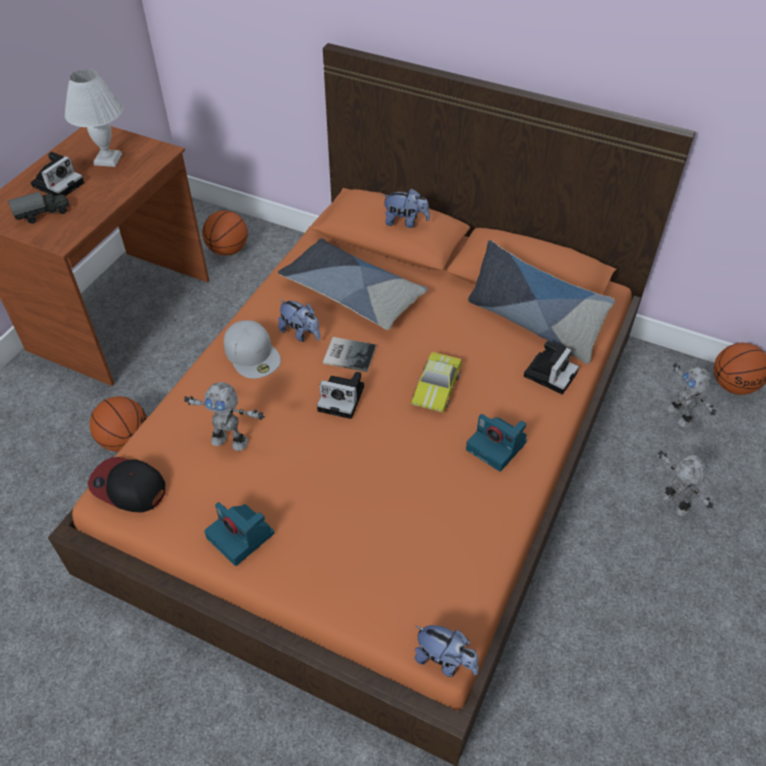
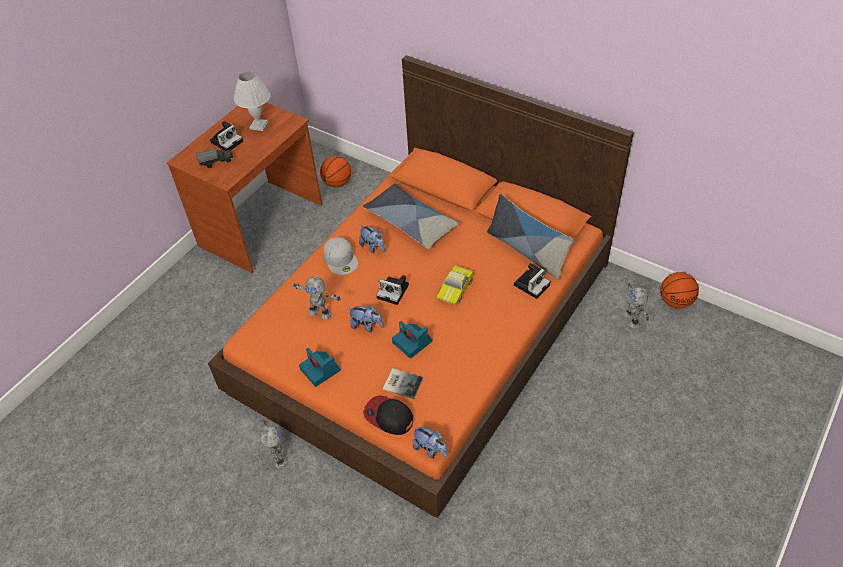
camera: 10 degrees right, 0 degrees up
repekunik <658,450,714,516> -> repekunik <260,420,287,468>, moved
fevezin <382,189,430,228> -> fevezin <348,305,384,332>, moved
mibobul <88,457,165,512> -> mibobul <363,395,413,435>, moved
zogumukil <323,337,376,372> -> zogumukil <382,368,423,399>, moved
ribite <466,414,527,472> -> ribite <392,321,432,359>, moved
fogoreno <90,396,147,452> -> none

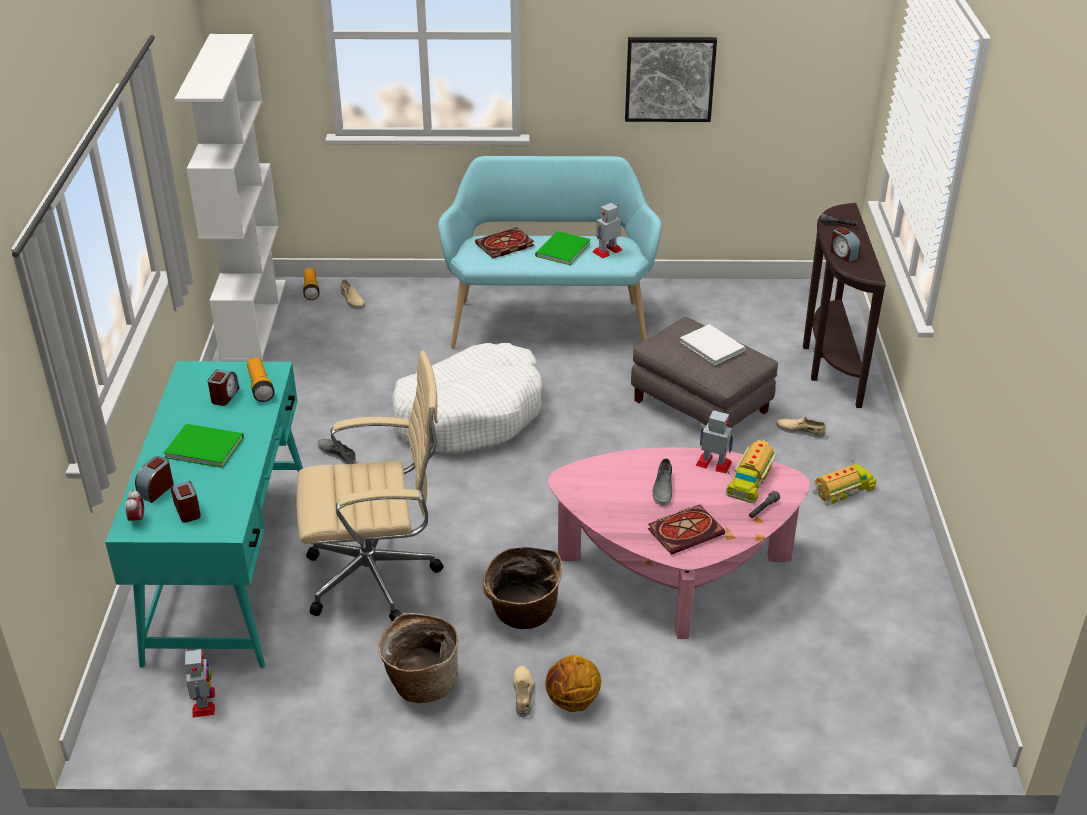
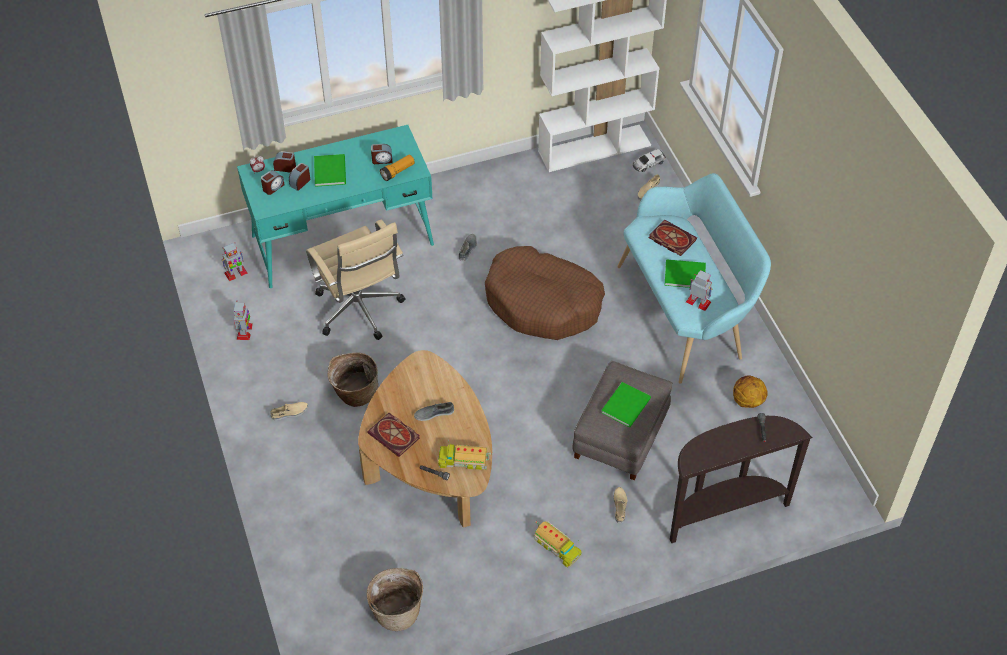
camera: 70 degrees right, 15 degrees up
repekunik <695,410,734,473> -> repekunik <234,301,253,340>, moved
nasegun <830,227,860,262> -> nasegun <289,163,310,191>, moved
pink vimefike <548,447,810,639> -> brown vimefike <358,350,492,528>
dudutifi <378,613,458,703> -> dudutifi <367,568,423,631>, moved
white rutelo <392,343,542,454> -> brown rutelo <485,246,605,340>
white zogumukil <680,324,746,365> -> green zogumukil <601,382,651,427>
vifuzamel <303,268,319,300> -> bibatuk <633,149,666,172>
fogoreno <545,655,601,712> -> fogoreno <733,375,768,408>, moved
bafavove <625,37,717,122> -> none

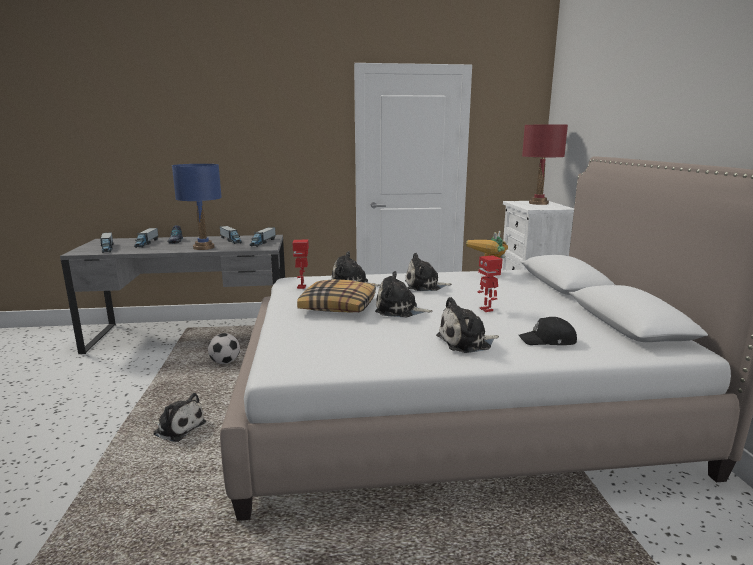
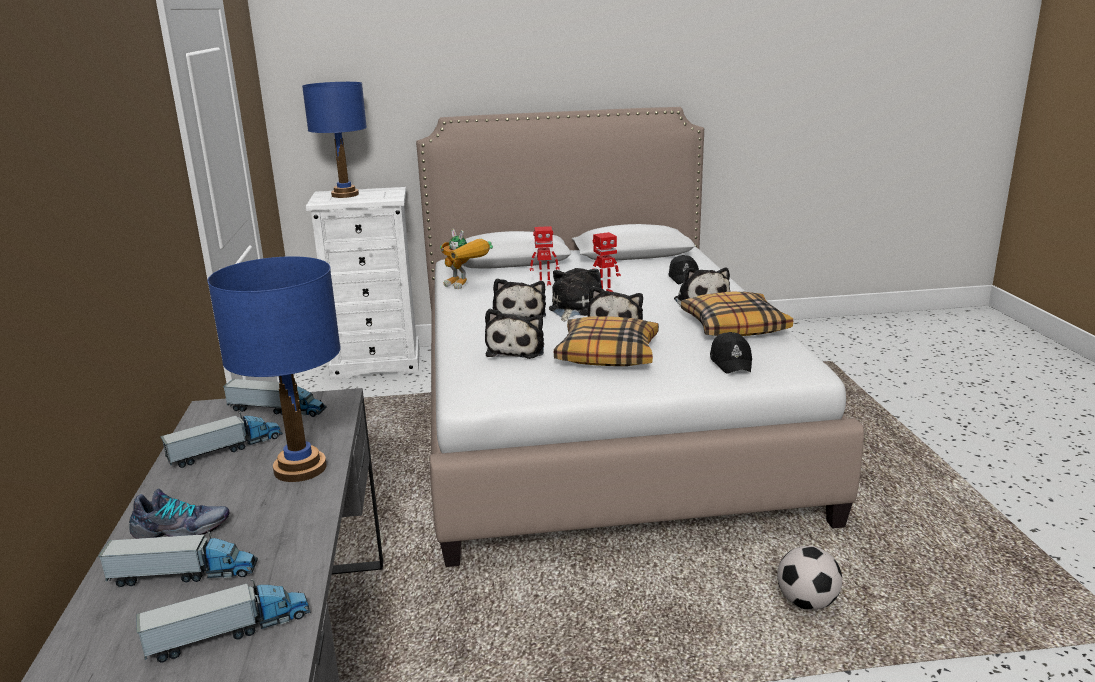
camera: 90 degrees left, 5 degrees up
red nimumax <522,124,568,205> -> blue nimumax <302,82,367,198>
repekunik <293,240,309,289> -> repekunik <530,226,560,285>, moved
fevezin <153,393,206,442> -> fevezin <549,268,602,321>, moved
none -> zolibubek <681,291,793,336>
none -> black mibobul <710,332,752,374>
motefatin <208,333,240,364> -> motefatin <777,546,842,610>, moved

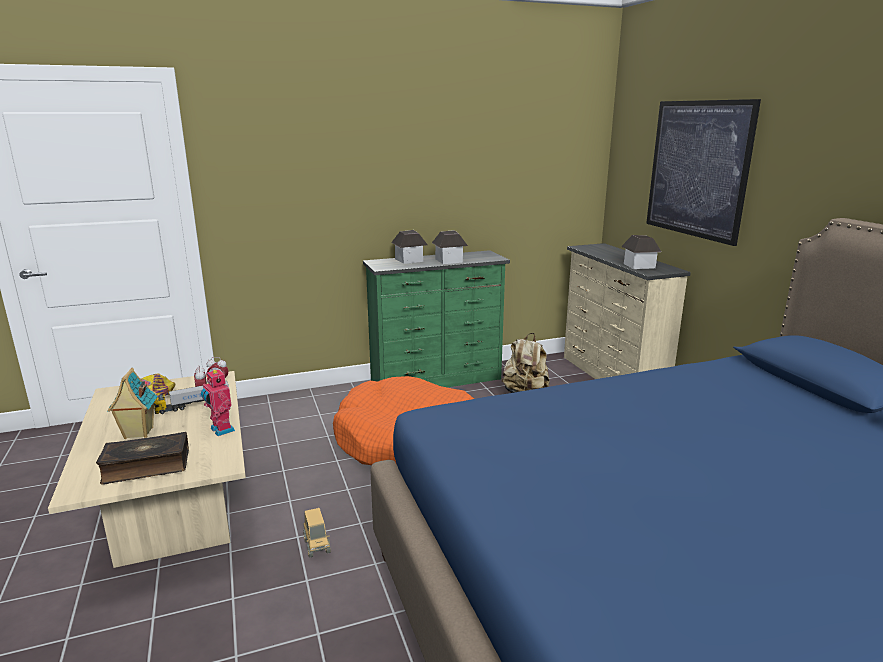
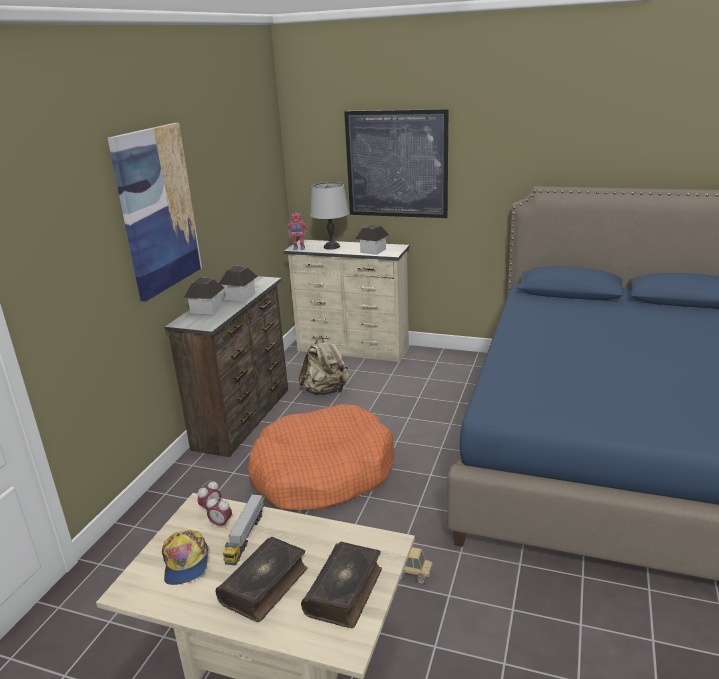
camera: 50 degrees left, 5 degrees up
none -> bafavove <108,123,202,302>
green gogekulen <363,250,510,387> -> brown gogekulen <165,276,288,457>
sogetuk <108,368,158,439> -> zogumukil <216,537,308,622>
repekunik <201,368,235,436> -> repekunik <288,213,307,250>, moved
none -> grey nimumax <310,182,349,250>

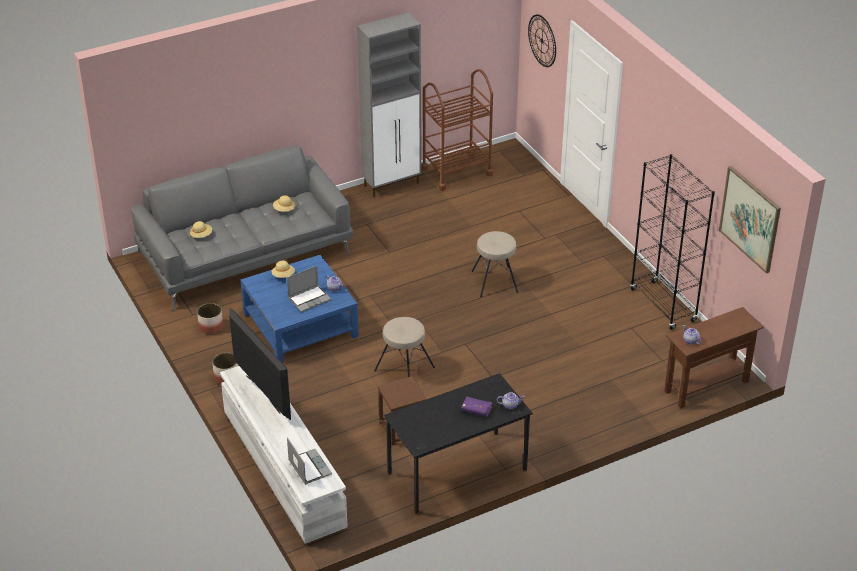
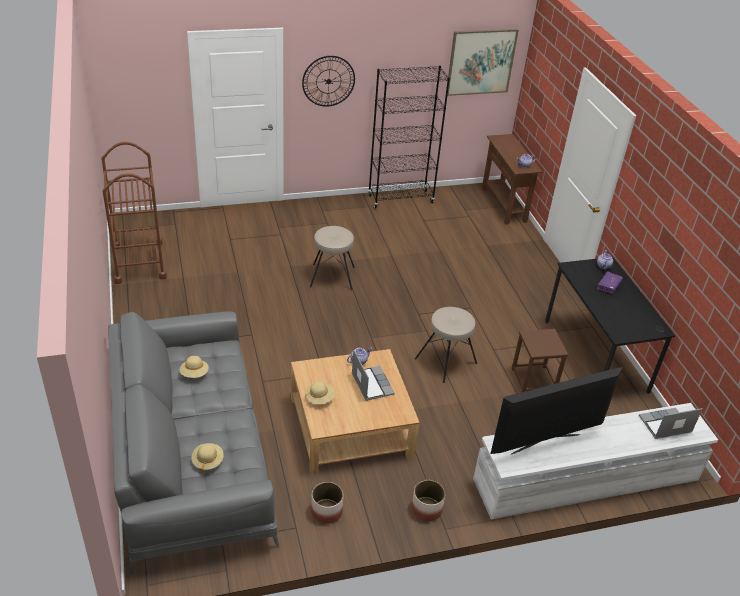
camera: 80 degrees left, 0 degrees up
blue vimefike <240,255,359,363> -> beige vimefike <291,349,420,475>
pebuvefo <528,14,556,67> -> pebuvefo <302,56,355,107>, moved
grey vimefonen <357,12,421,197> -> none

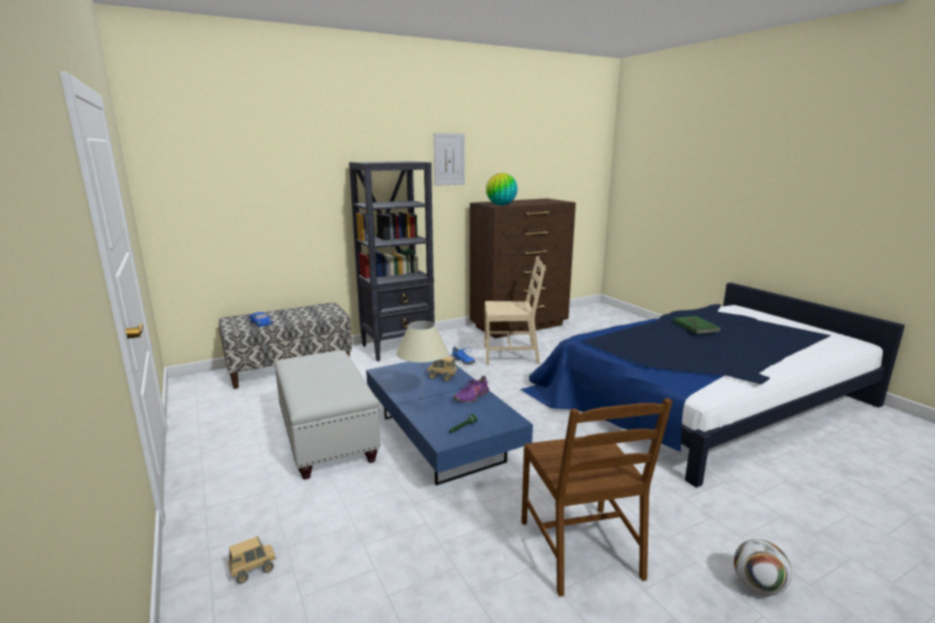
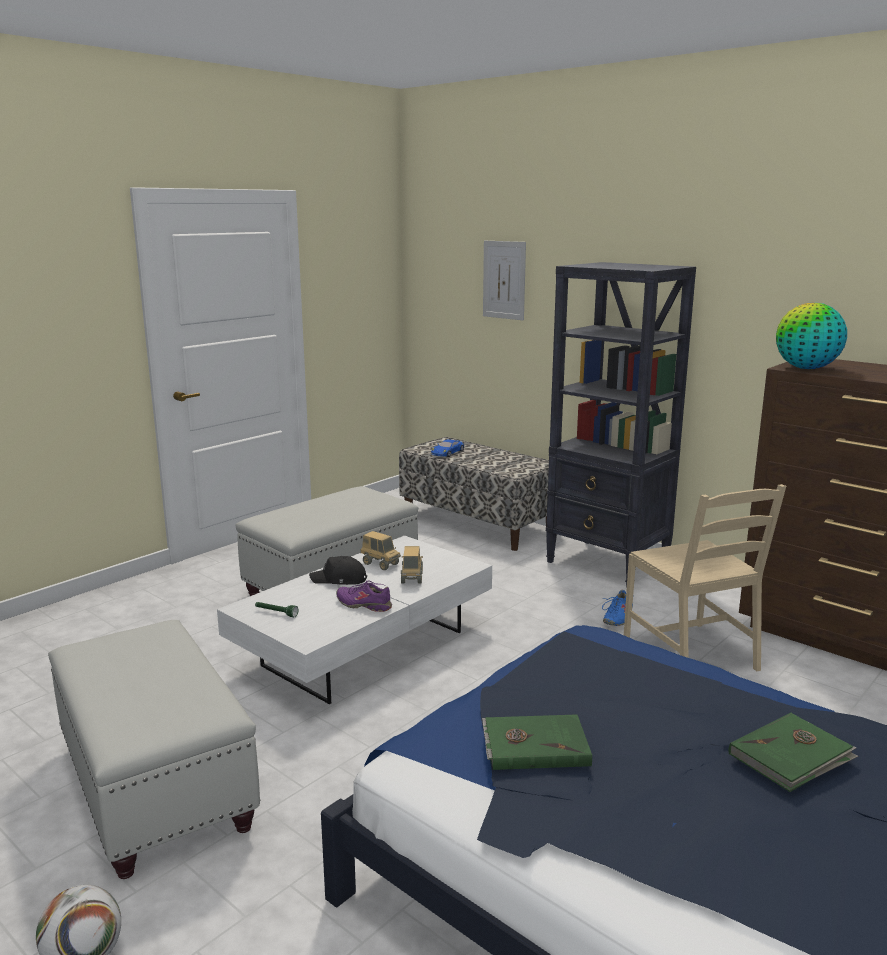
camera: 70 degrees right, 0 degrees up
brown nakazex <521,398,673,597> -> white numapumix <48,620,260,879>
blue vimefike <366,361,533,485> -> white vimefike <217,536,492,704>
beige nimumax <396,321,448,400> -> black mibobul <309,556,367,585>
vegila <228,536,276,584> -> vegila <360,531,401,570>, moved
none -> green zogumukil <482,714,592,770>
bafavove <434,133,465,186> -> bafavove <483,241,526,320>, moved

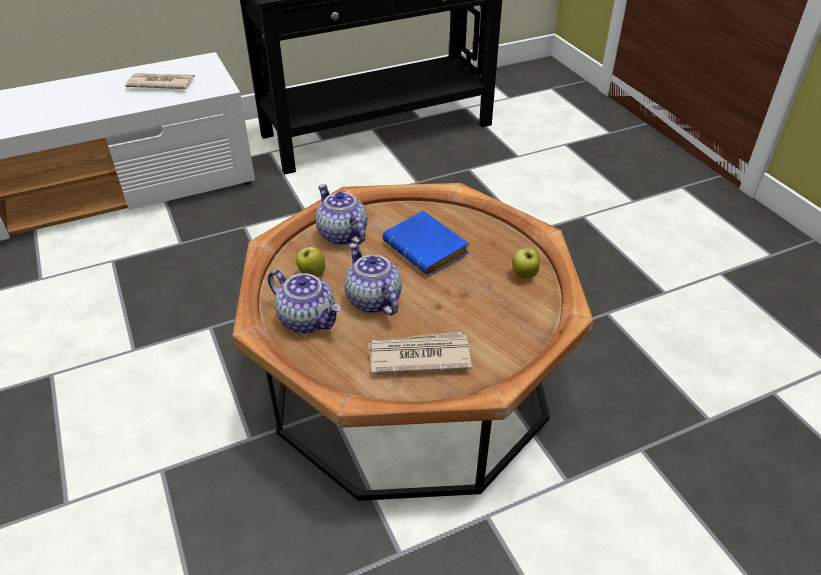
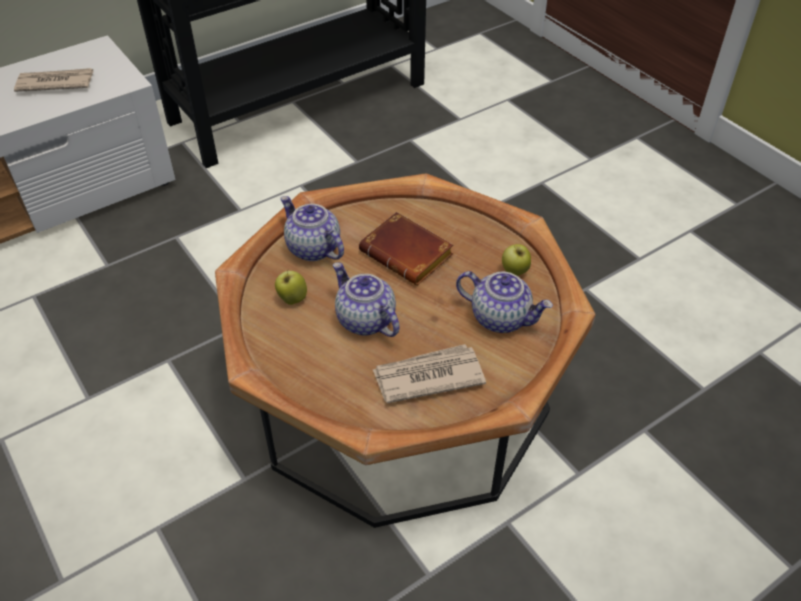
camera: 10 degrees left, 5 degrees up
blue zogumukil <383,211,469,276> -> brown zogumukil <359,212,453,285>
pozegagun <268,270,341,334> -> pozegagun <456,271,553,333>, moved

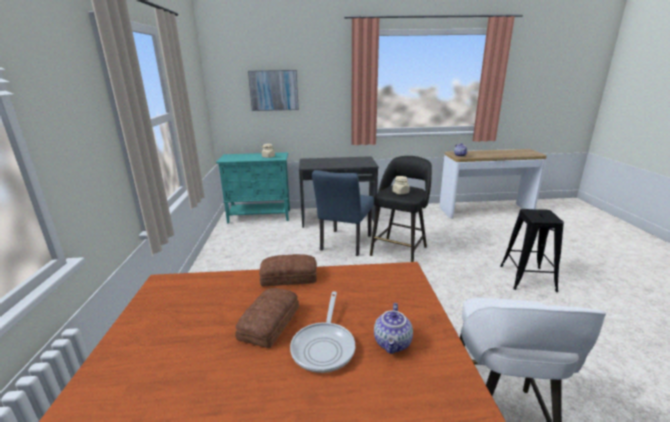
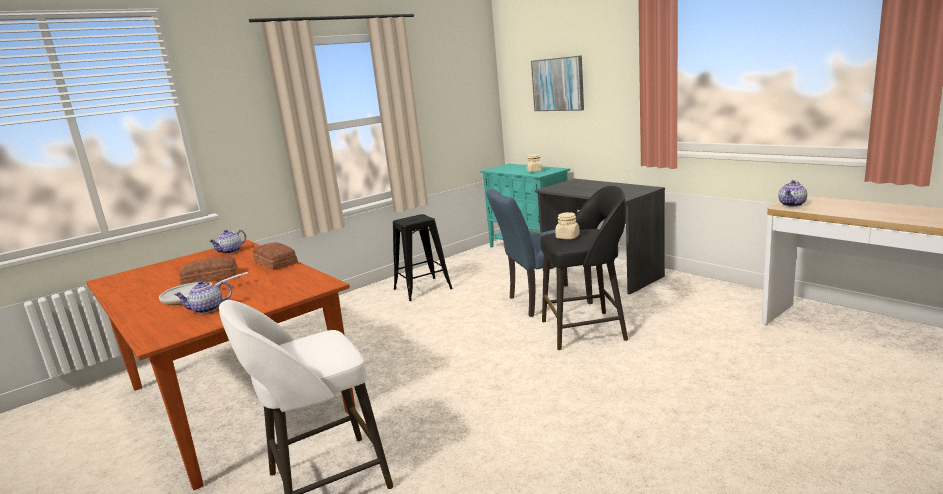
camera: 55 degrees right, 5 degrees down
none -> pozegagun <209,230,246,254>
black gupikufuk <500,209,564,292> -> black gupikufuk <393,214,453,301>, moved

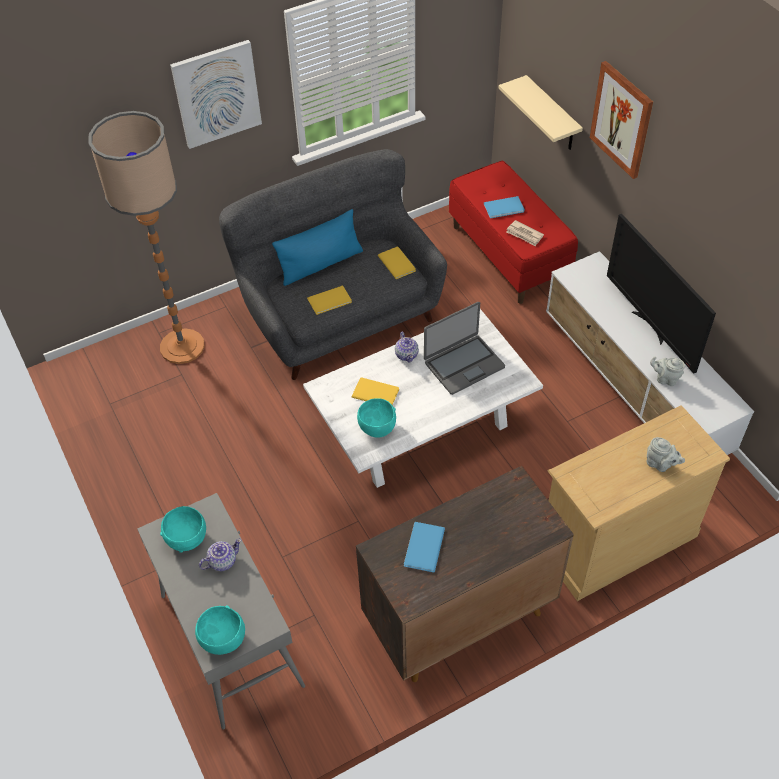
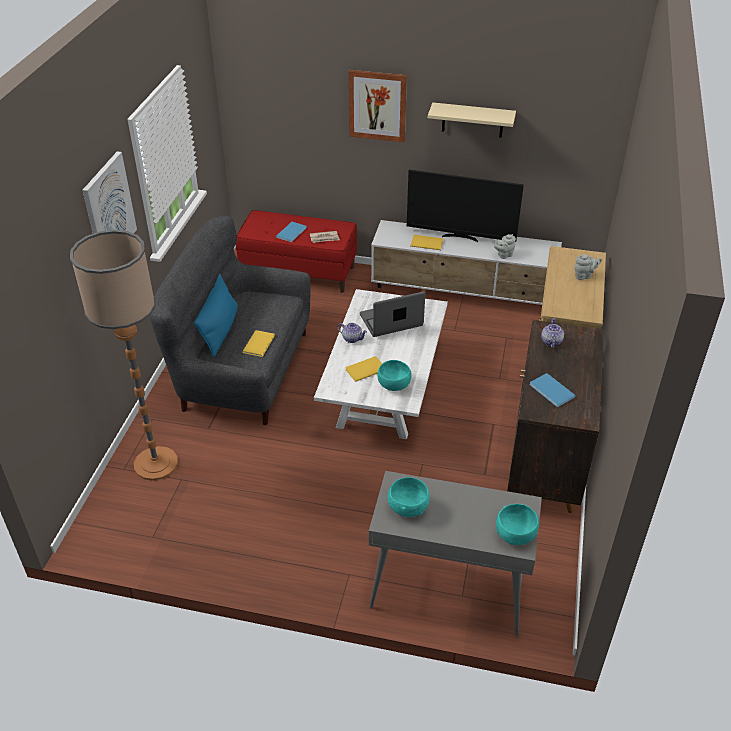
camera: 50 degrees left, 10 degrees down
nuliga <424,302,505,395> -> nuliga <360,291,425,337>, 120 degrees counterclockwise
yellow zogumukil <378,247,416,279> -> yellow zogumukil <410,235,443,250>, moved
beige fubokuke <498,75,583,150> -> beige fubokuke <428,102,516,138>, moved
pozegagun <199,539,241,571> -> pozegagun <541,318,564,348>, moved

